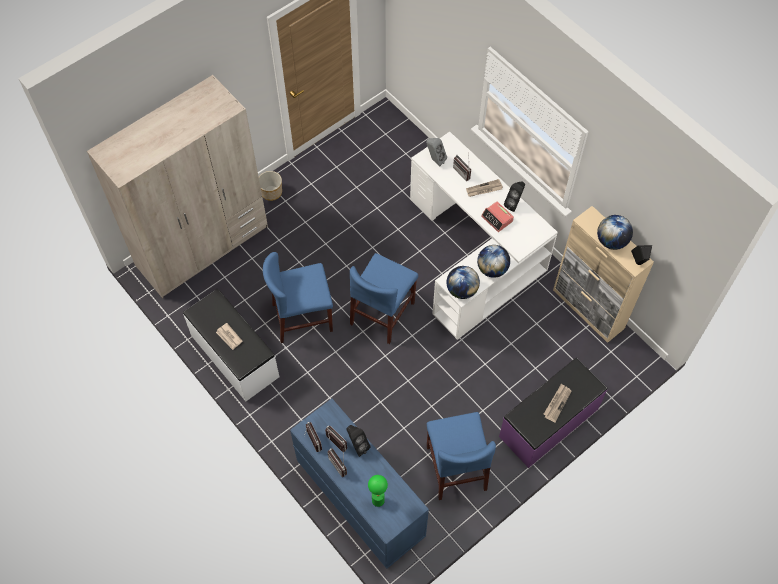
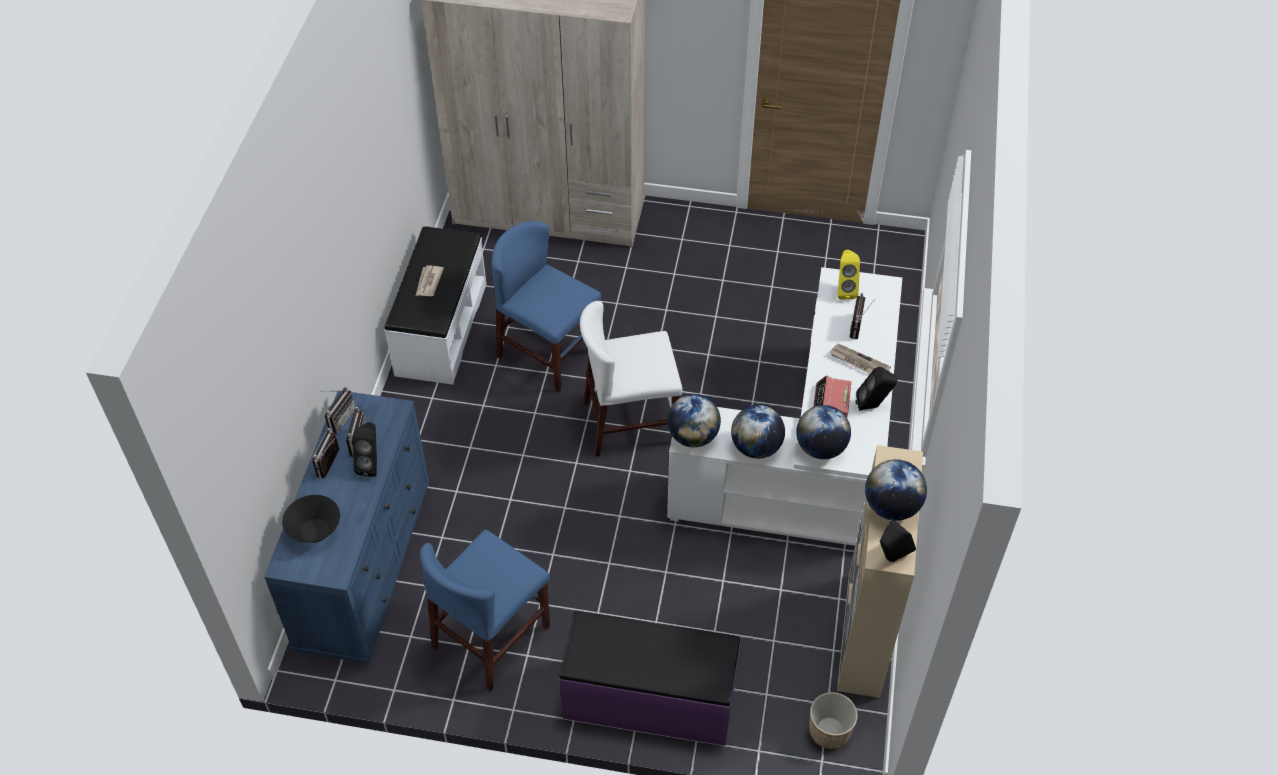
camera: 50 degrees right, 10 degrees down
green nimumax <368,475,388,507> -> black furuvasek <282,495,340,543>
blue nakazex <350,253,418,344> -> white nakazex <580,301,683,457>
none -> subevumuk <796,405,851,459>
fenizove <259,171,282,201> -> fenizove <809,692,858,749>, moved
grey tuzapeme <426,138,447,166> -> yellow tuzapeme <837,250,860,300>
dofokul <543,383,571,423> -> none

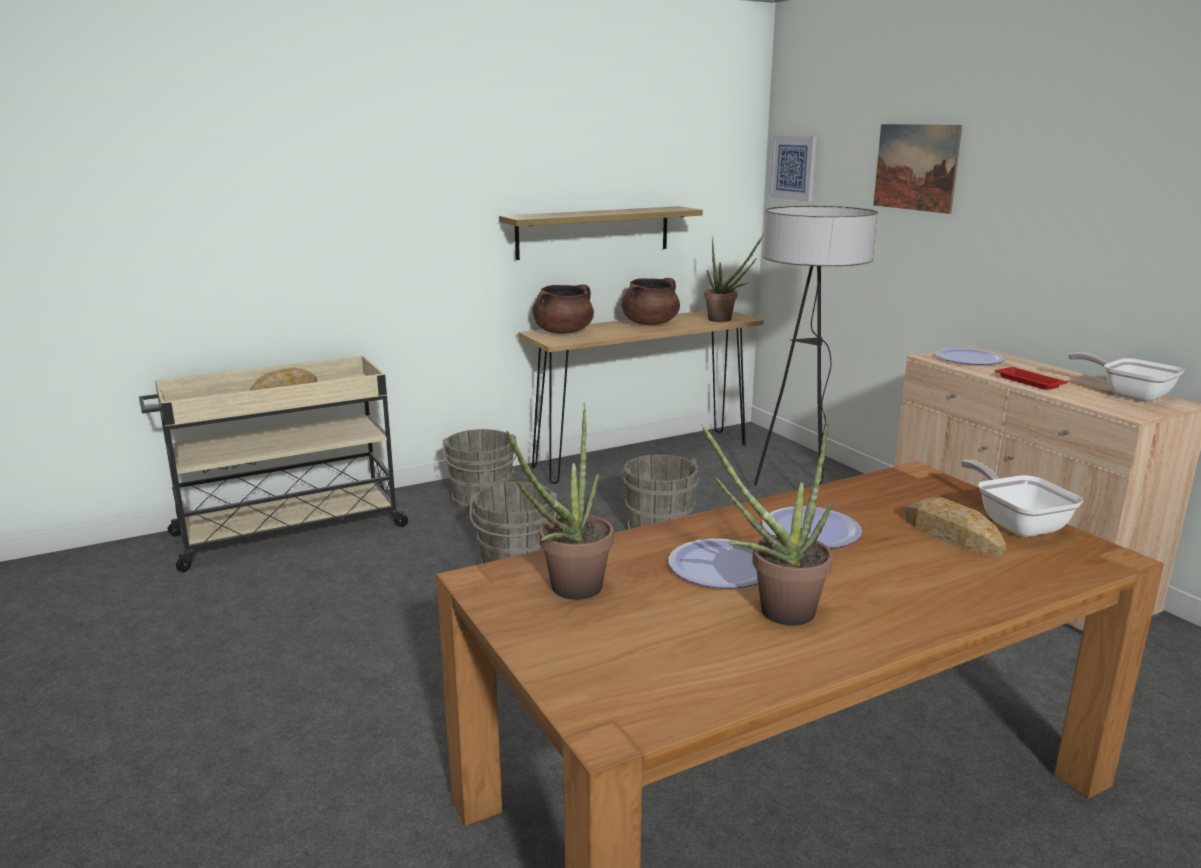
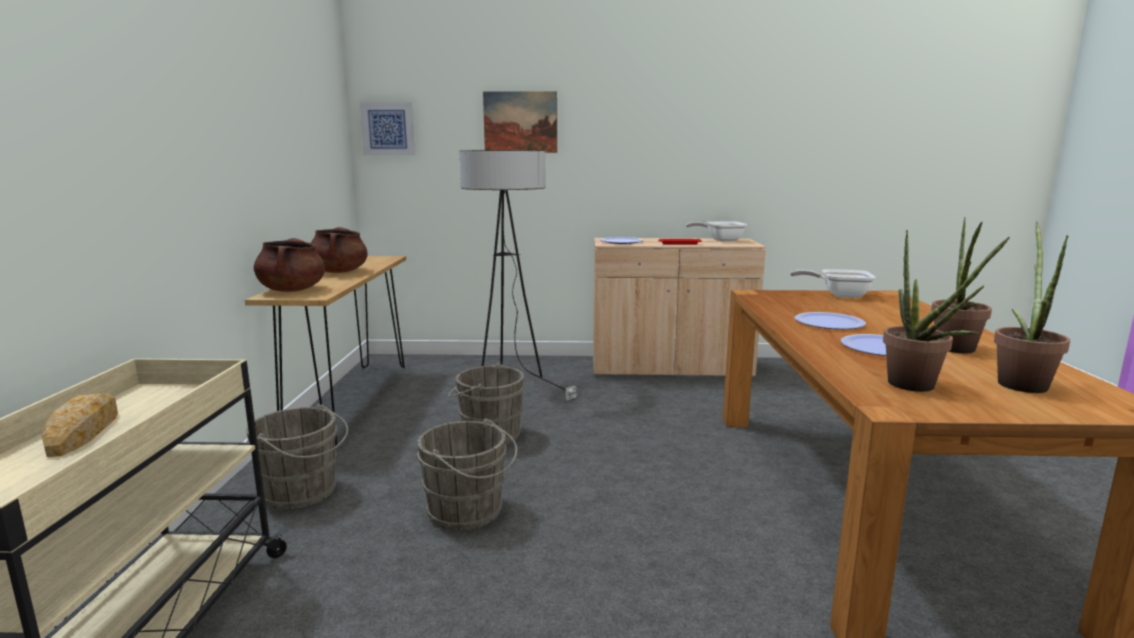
camera: 60 degrees left, 5 degrees down
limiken <704,234,764,322> -> limiken <994,221,1070,393>, moved
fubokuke <499,206,703,260> -> none
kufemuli <905,497,1006,557> -> none

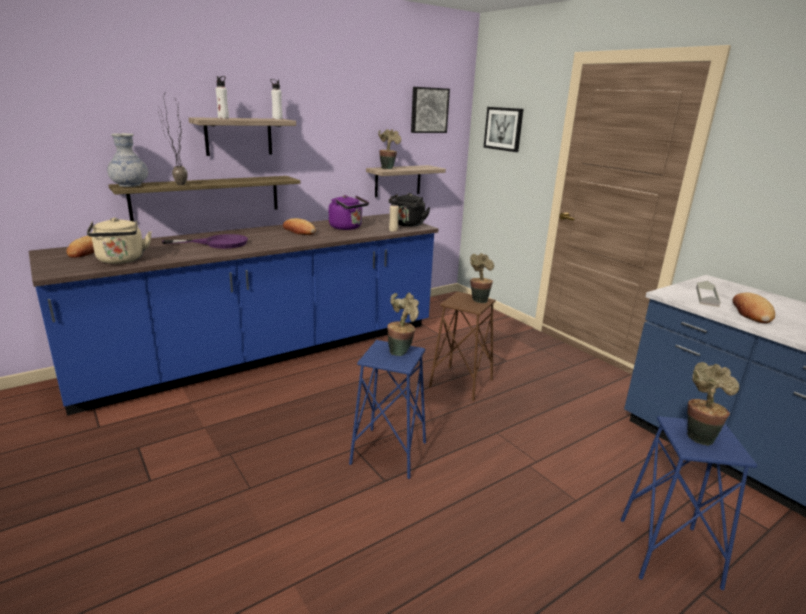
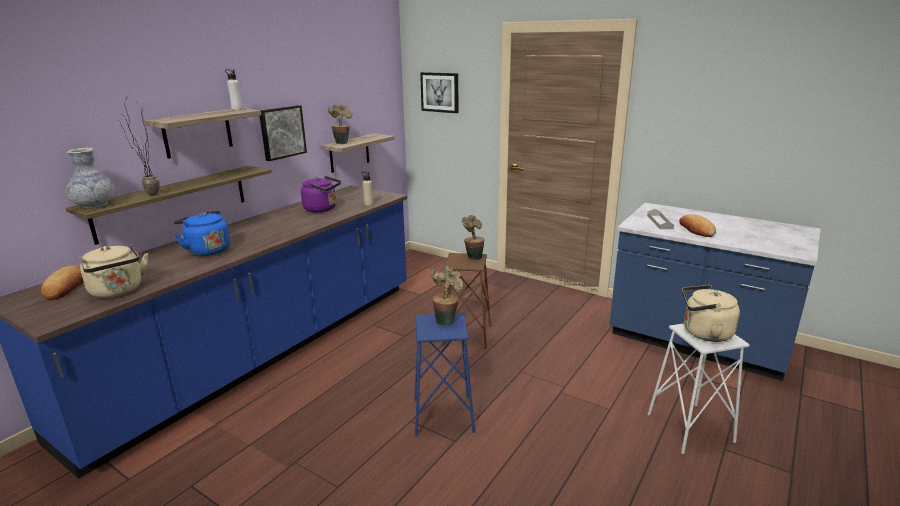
camera: 20 degrees left, 0 degrees up
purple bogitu <162,234,248,249> -> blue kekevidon <173,210,230,256>
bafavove <411,87,450,133> -> bafavove <260,105,307,161>, moved
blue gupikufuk <621,416,757,590> -> white gupikufuk <648,323,749,454>
limiken <687,362,739,446> -> beige kekevidon <682,285,740,342>
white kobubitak <216,76,229,119> -> none
kufemuli <283,218,316,235> -> none
black kekevidon <388,193,430,227> -> none

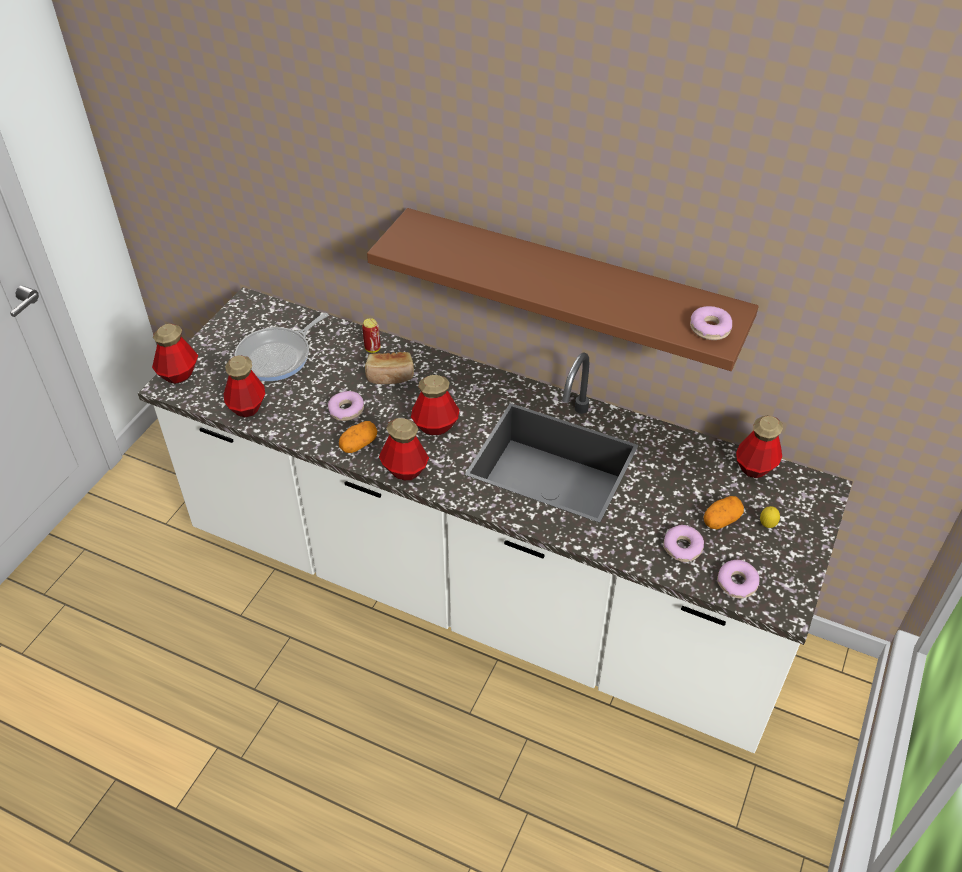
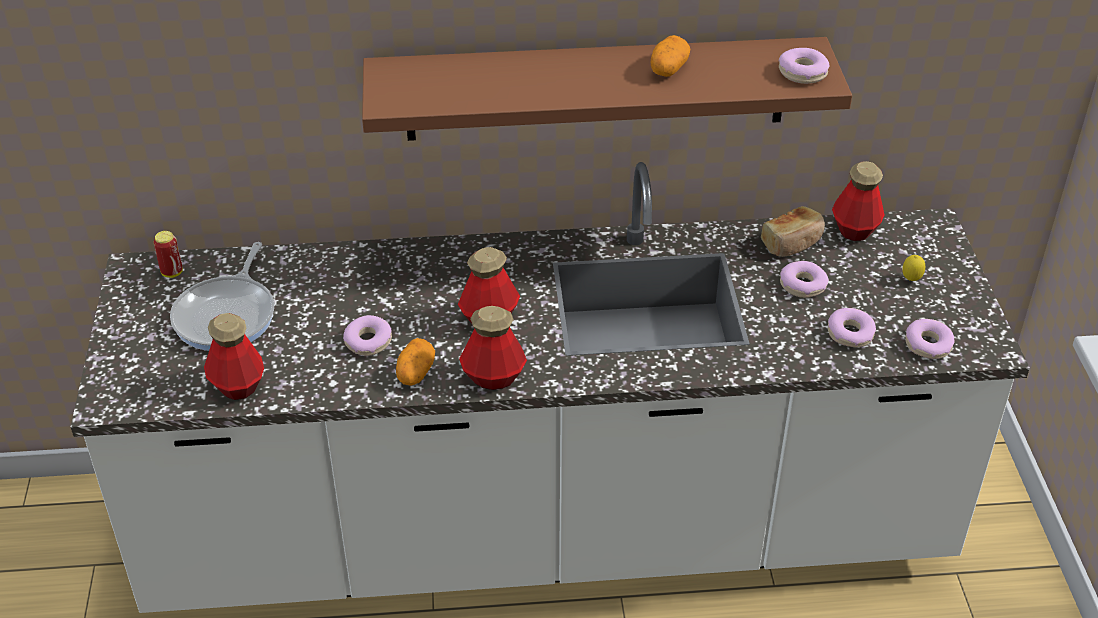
camera: 30 degrees left, 5 degrees down
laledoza <362,318,381,353> -> laledoza <154,231,183,278>, moved
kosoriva <703,496,744,529> -> kosoriva <651,35,690,77>, moved
kufemuli <365,352,414,384> -> kufemuli <761,206,825,257>, moved
none -> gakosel <780,261,828,298>
kobubitak <152,324,198,384> -> none

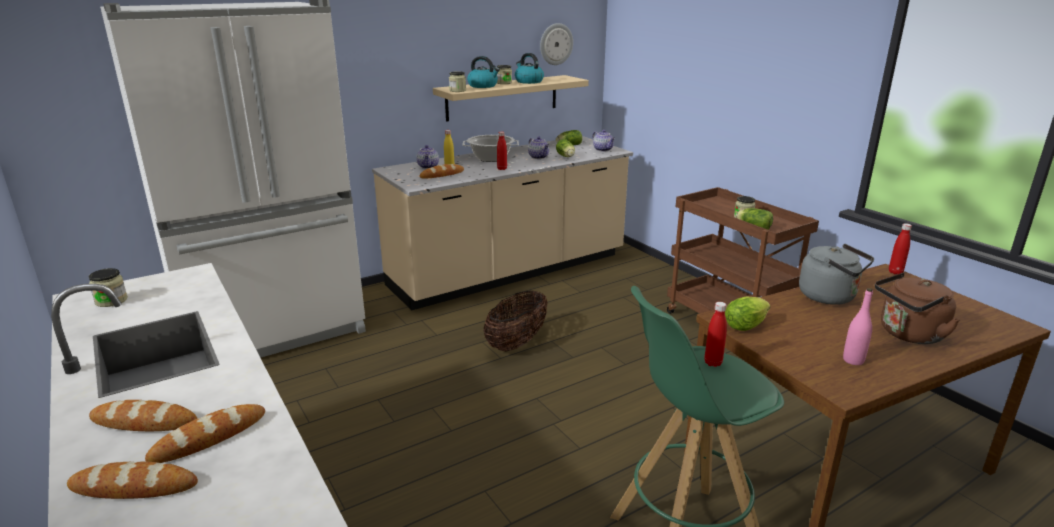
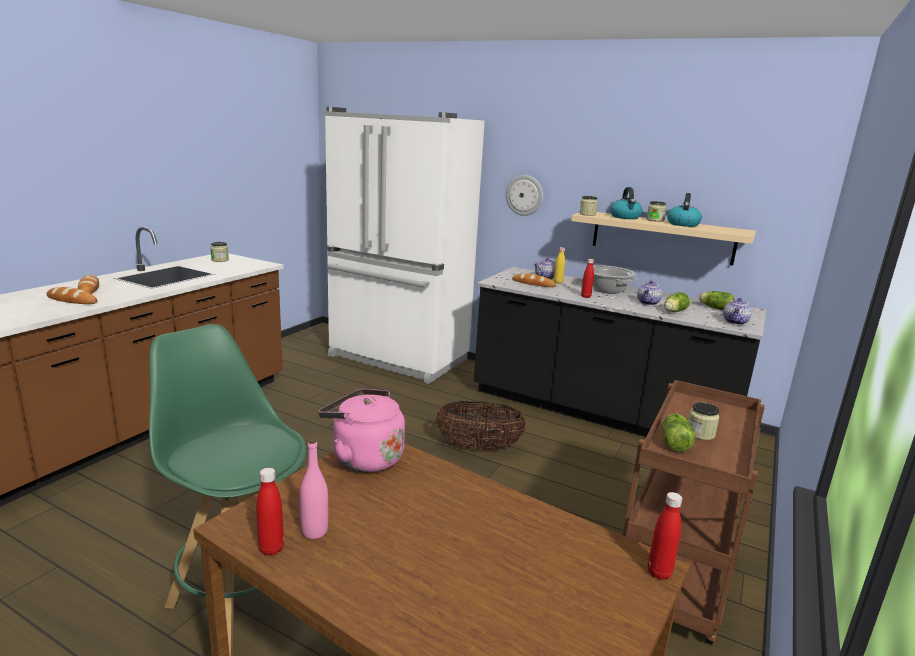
camera: 60 degrees right, 5 degrees down
red kobubitak <704,302,727,367> -> red kobubitak <256,468,284,556>, moved
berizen <725,296,770,331> -> pink kekevidon <318,389,405,473>
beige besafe <372,136,633,310> -> black besafe <474,267,767,437>
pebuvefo <540,23,573,65> -> pebuvefo <506,175,543,216>, moved
kufemuli <67,461,198,499> -> none
grey kekevidon <799,244,874,305> -> none
brown kekevidon <875,273,960,344> -> none

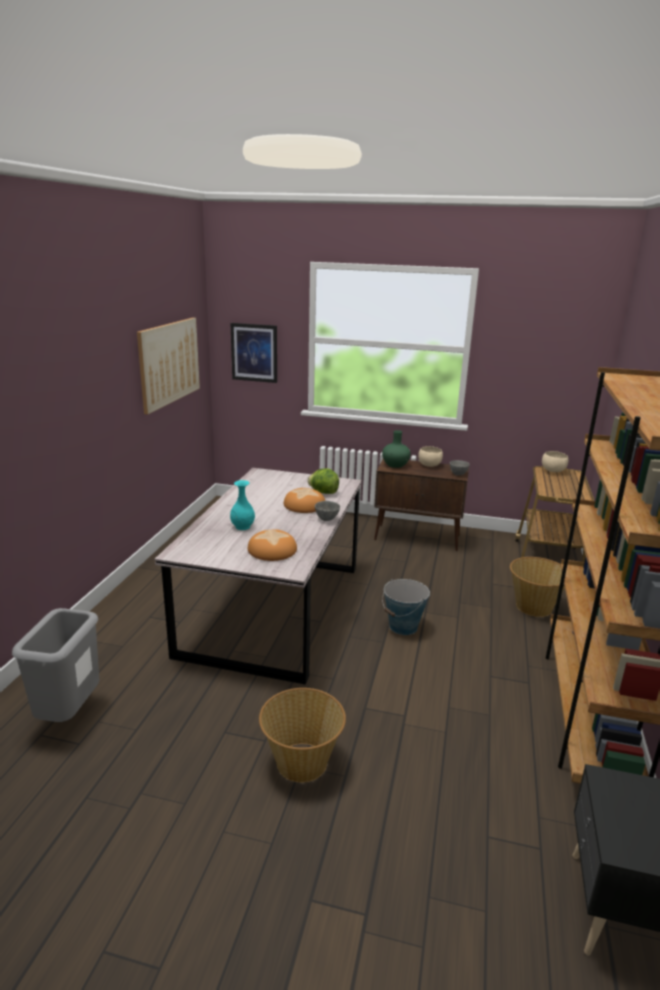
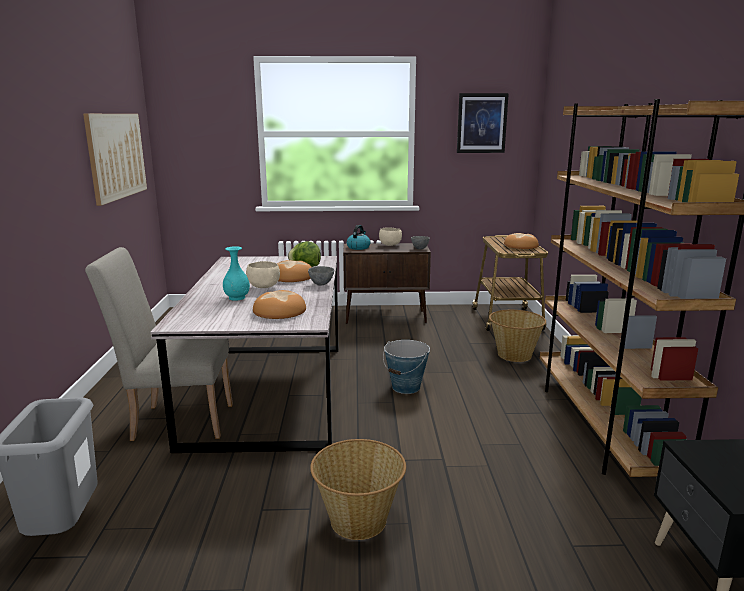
camera: 15 degrees left, 5 degrees down
none -> beige nakazex <85,247,233,441>
beige furuvasek <542,451,568,472> -> beige furuvasek <246,261,280,288>, moved
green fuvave <382,430,411,468> -> kekevidon <347,225,370,250>
bafavove <230,323,277,383> -> bafavove <457,93,509,153>, moved
none -> kufemuli <504,233,539,249>

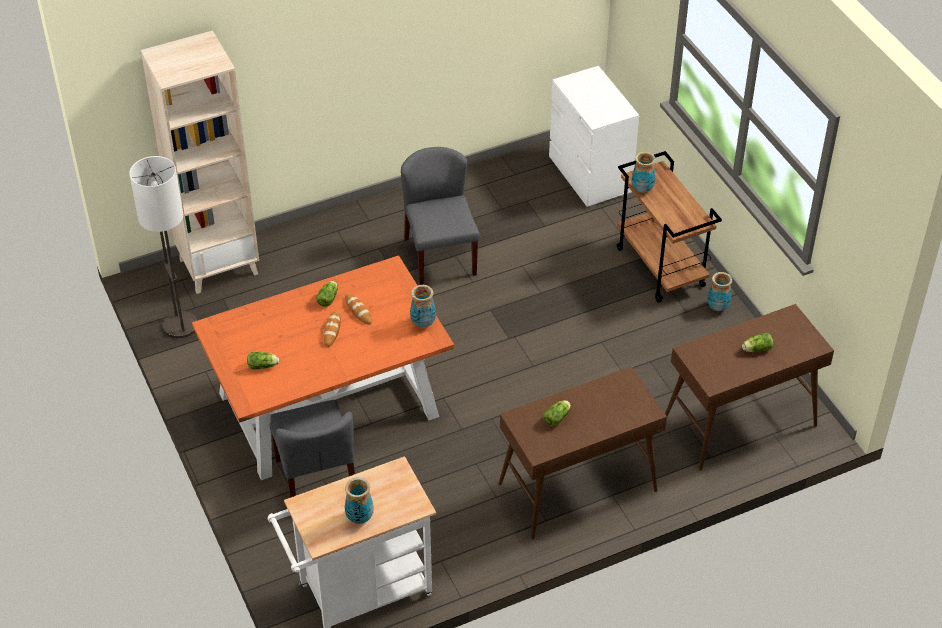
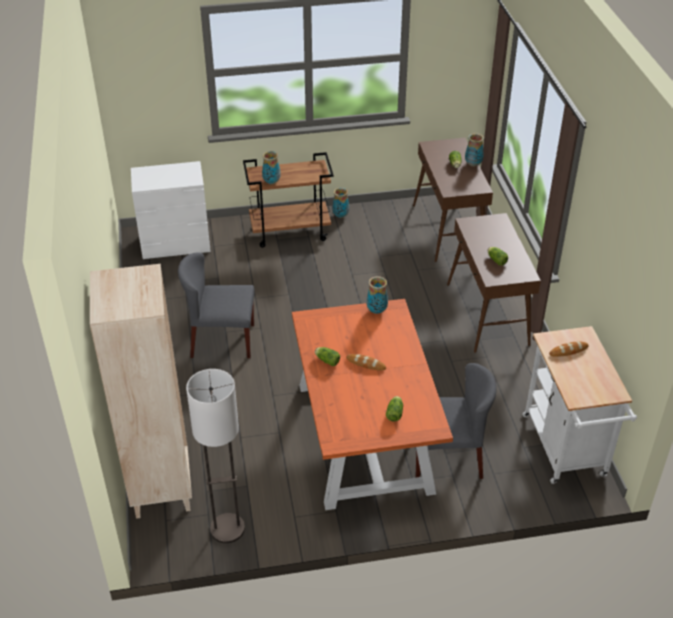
camera: 75 degrees left, 5 degrees down
fuvave <344,477,374,524> -> fuvave <465,133,484,167>, moved
kufemuli <345,294,372,325> -> kufemuli <549,341,589,357>, moved

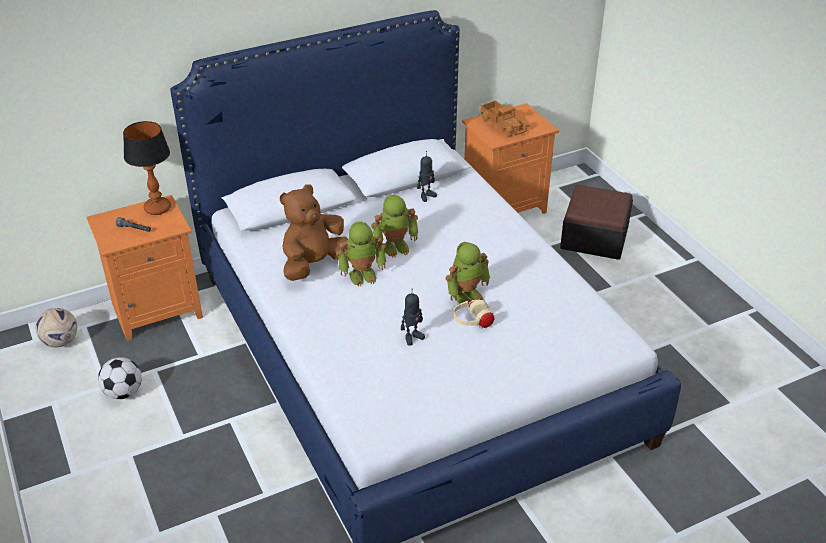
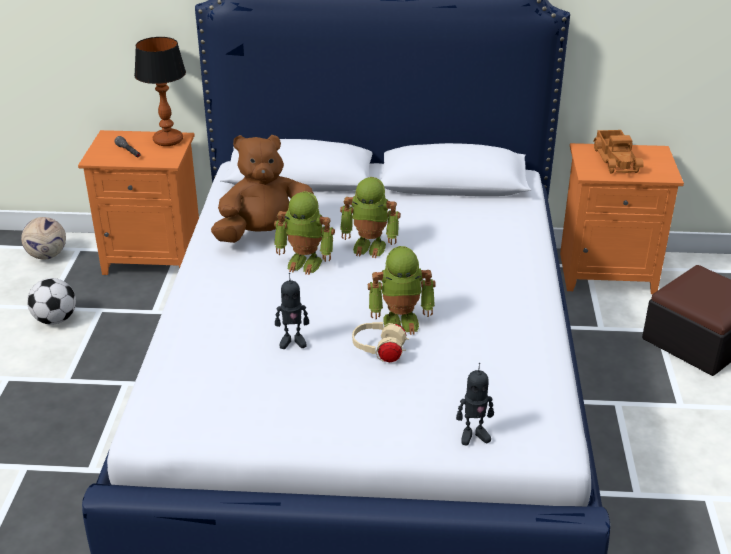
camera: 30 degrees right, 5 degrees down
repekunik <417,151,437,202> -> repekunik <456,363,494,446>, moved

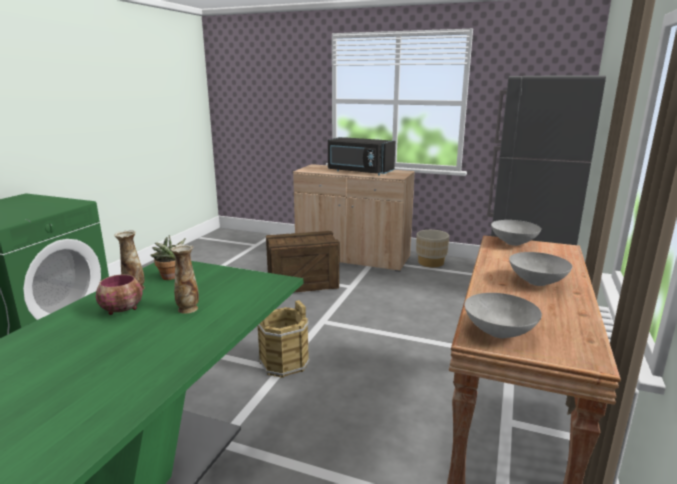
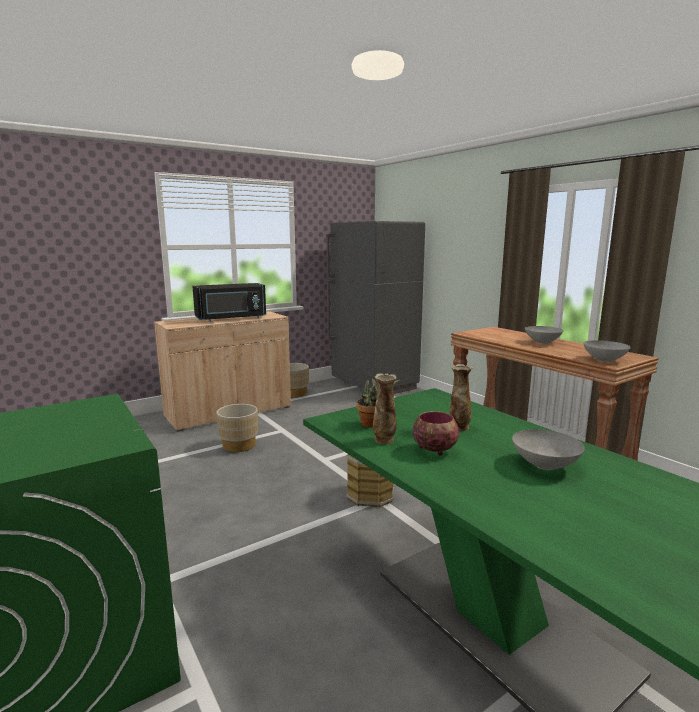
camera: 55 degrees left, 5 degrees down
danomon <266,231,339,293> -> beige fenizove <216,404,258,452>
grey furuvasek <491,220,541,246> -> grey furuvasek <512,429,585,470>, moved

